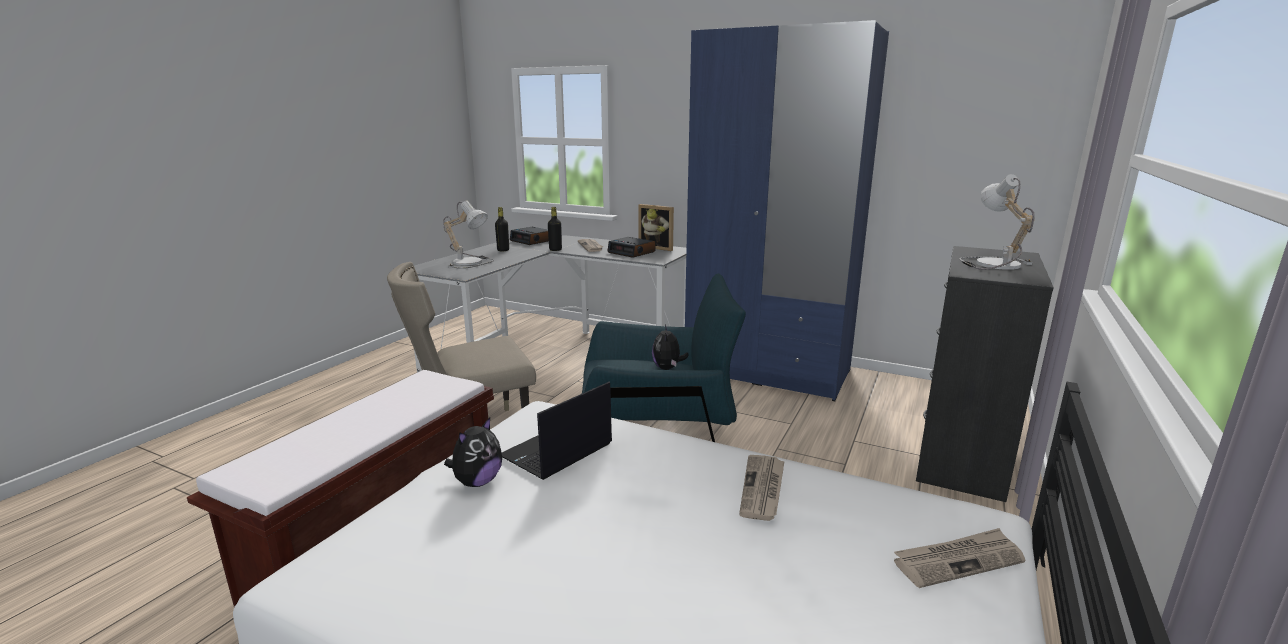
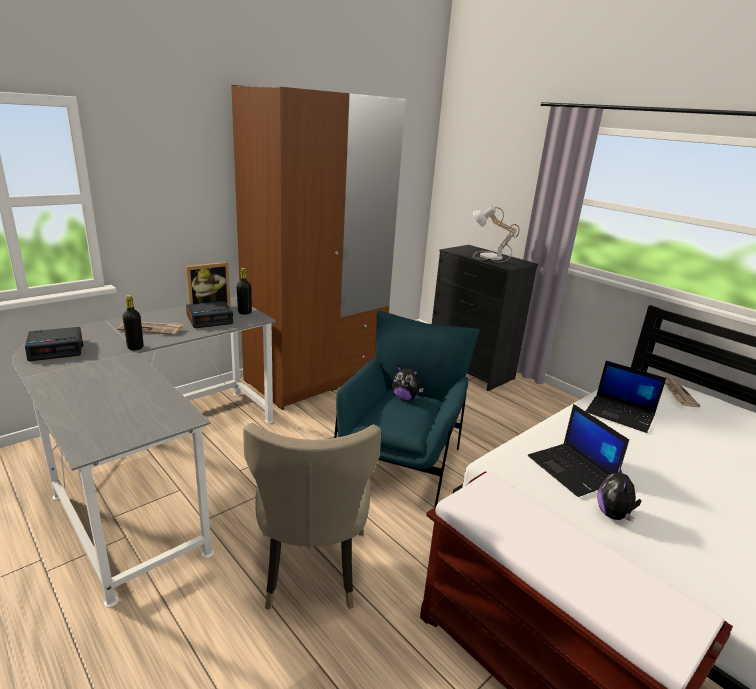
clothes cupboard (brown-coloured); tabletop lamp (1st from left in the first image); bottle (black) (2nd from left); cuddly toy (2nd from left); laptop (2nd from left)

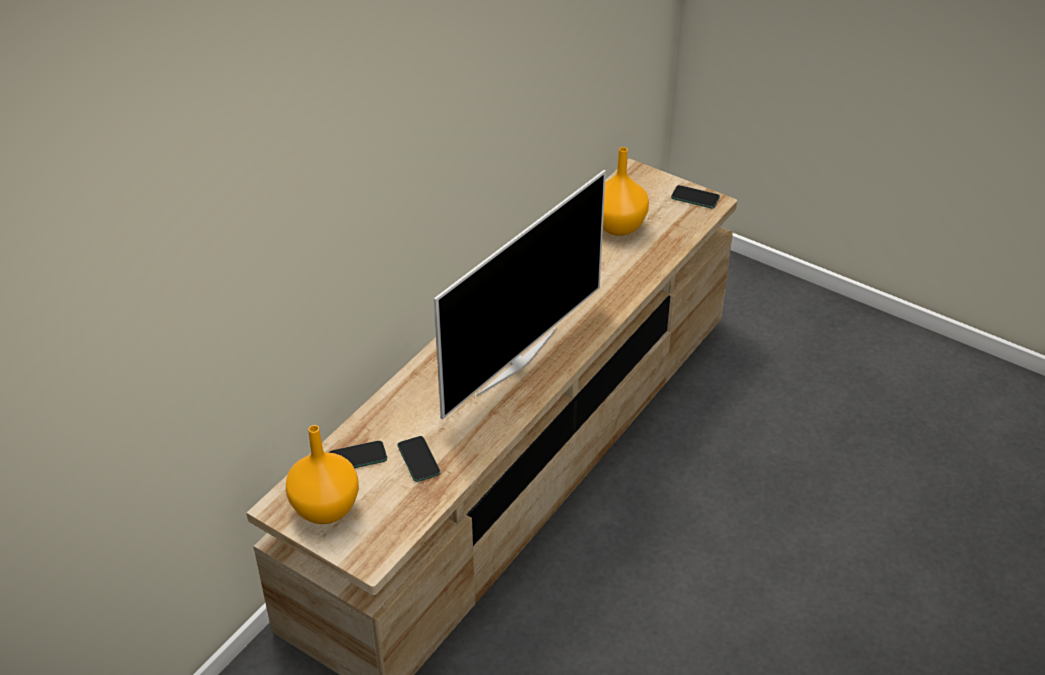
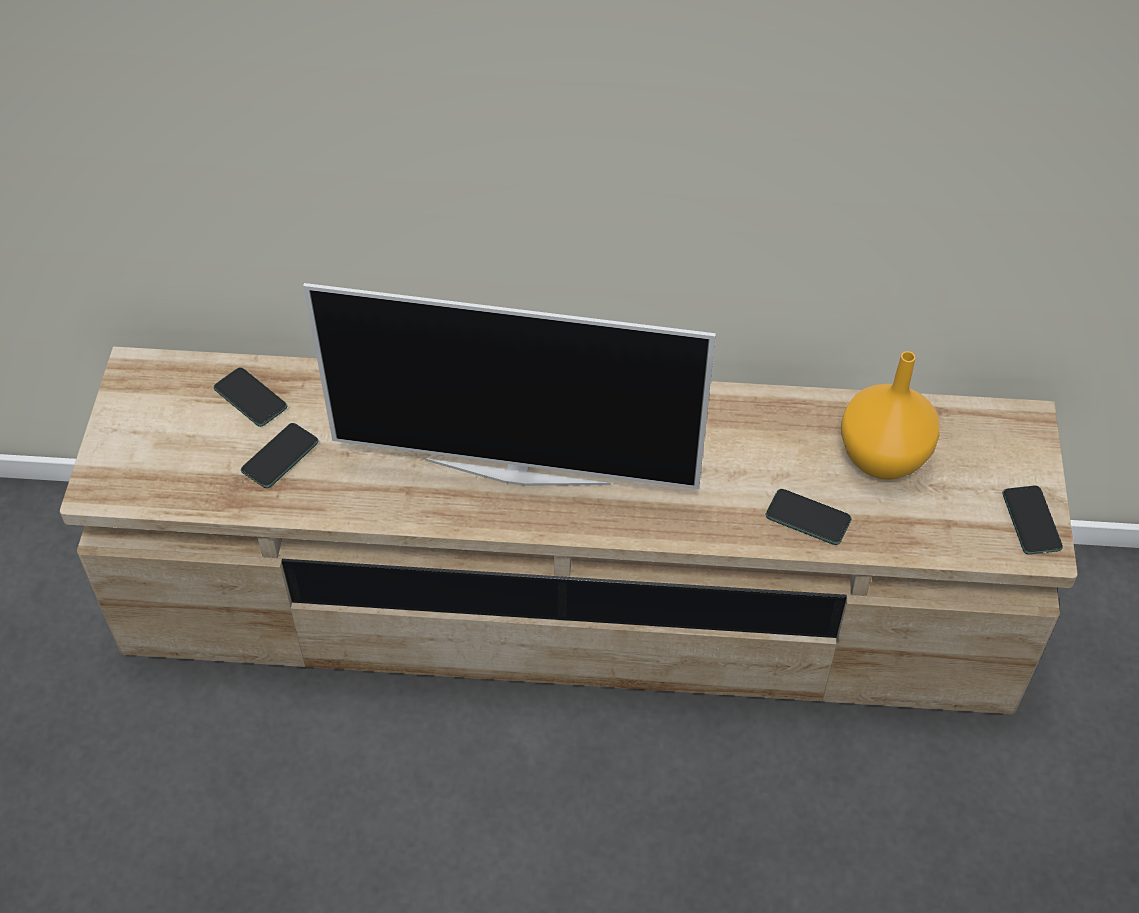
decorative vase (orangey) (1st from left in the first image); phone (3rd from left)

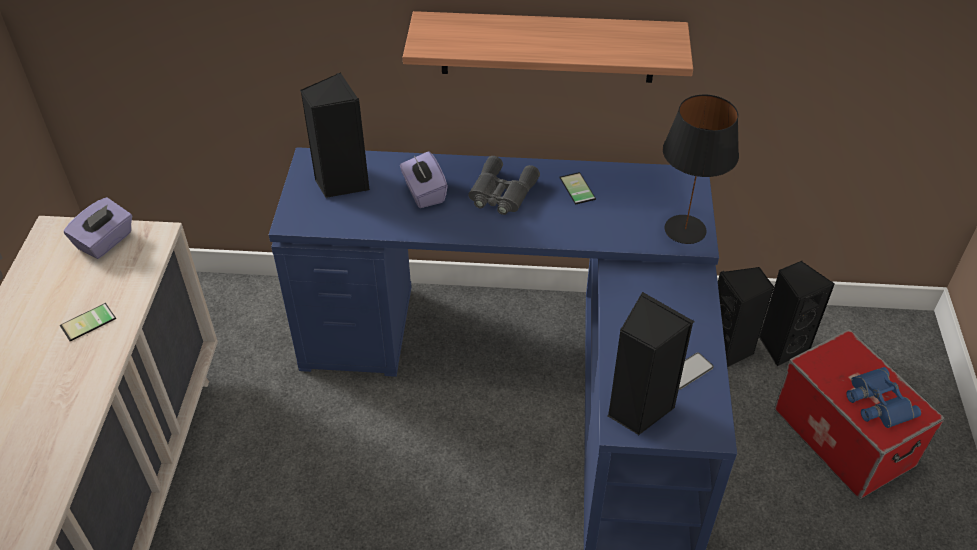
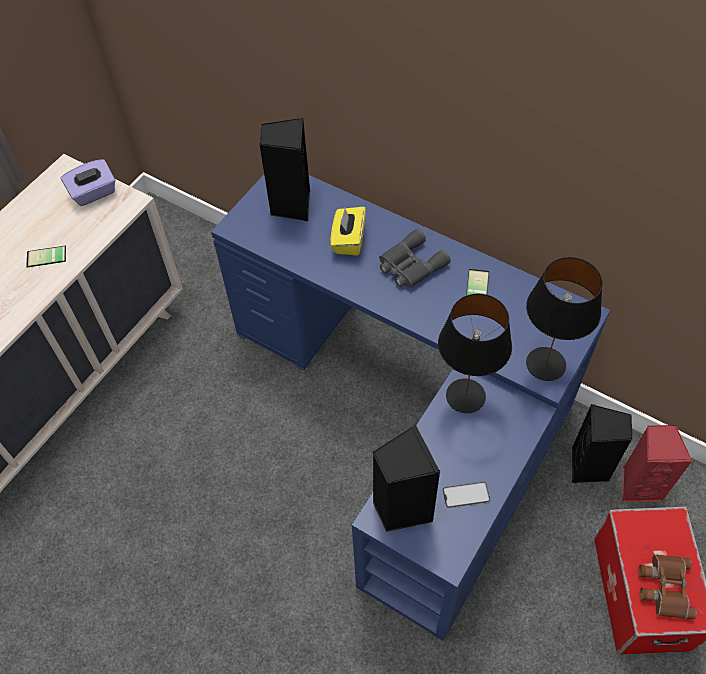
shelf; box of tissues (yellow-coloured); audio speaker (reddish); binoculars (brown-coloured); tabletop lamp (black) (1st from left)

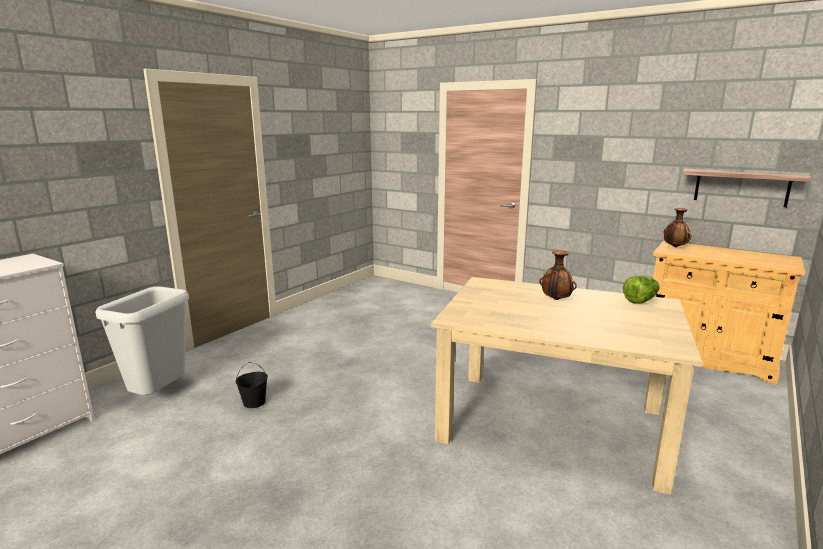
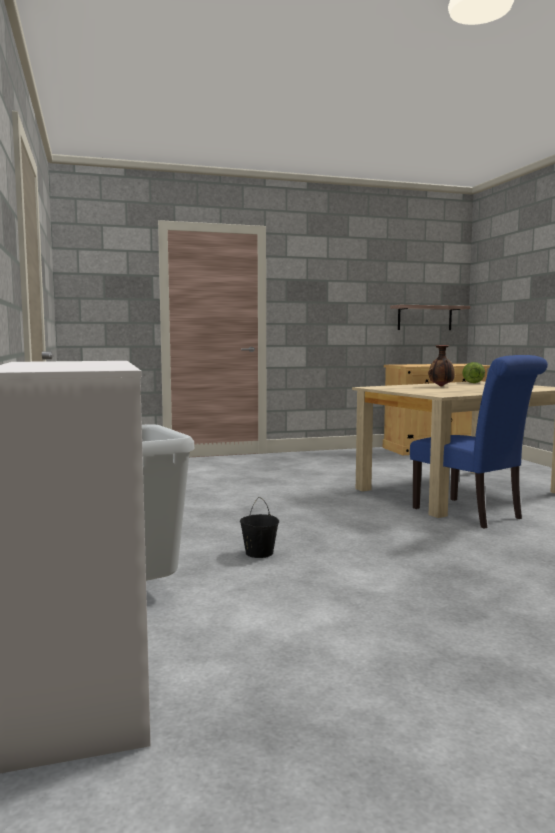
decorative vase (2nd from left in the first image); plain chair (bluish)

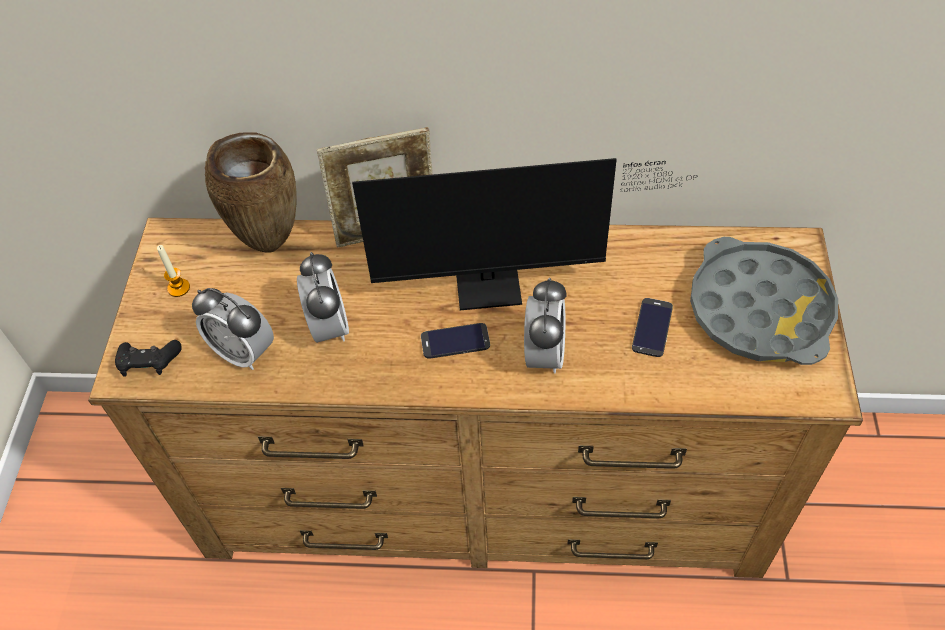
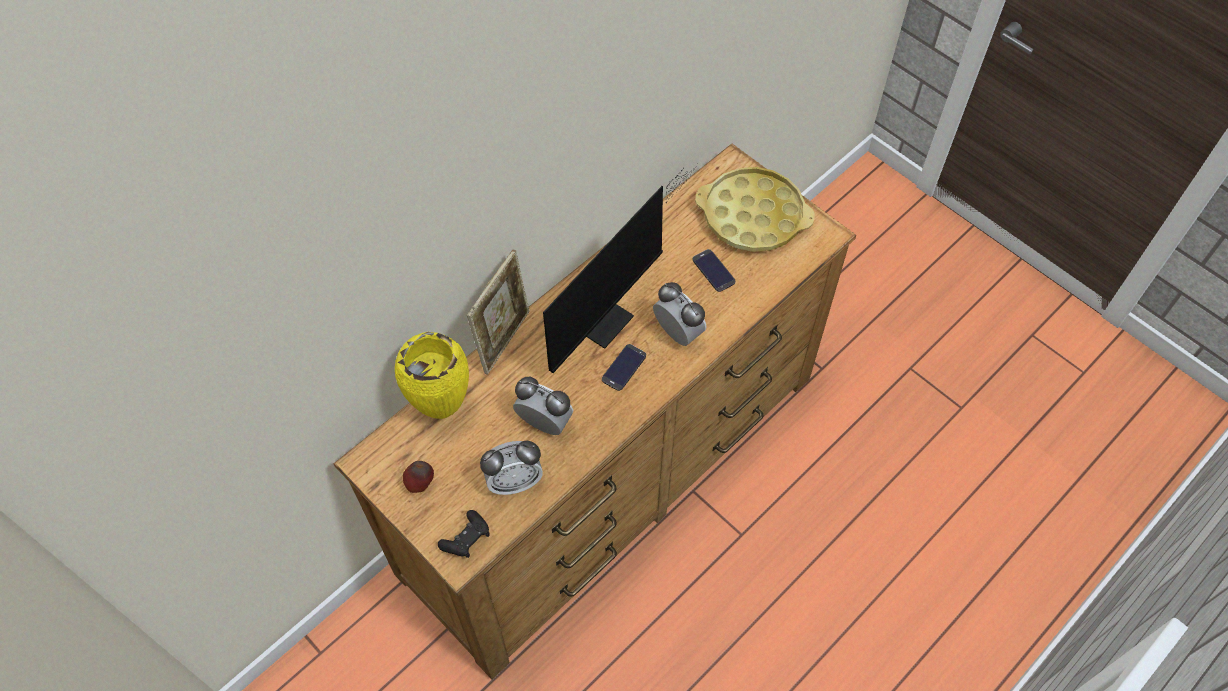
decorative vase (yellow-coloured); serving tray (yellow-coloured); apple

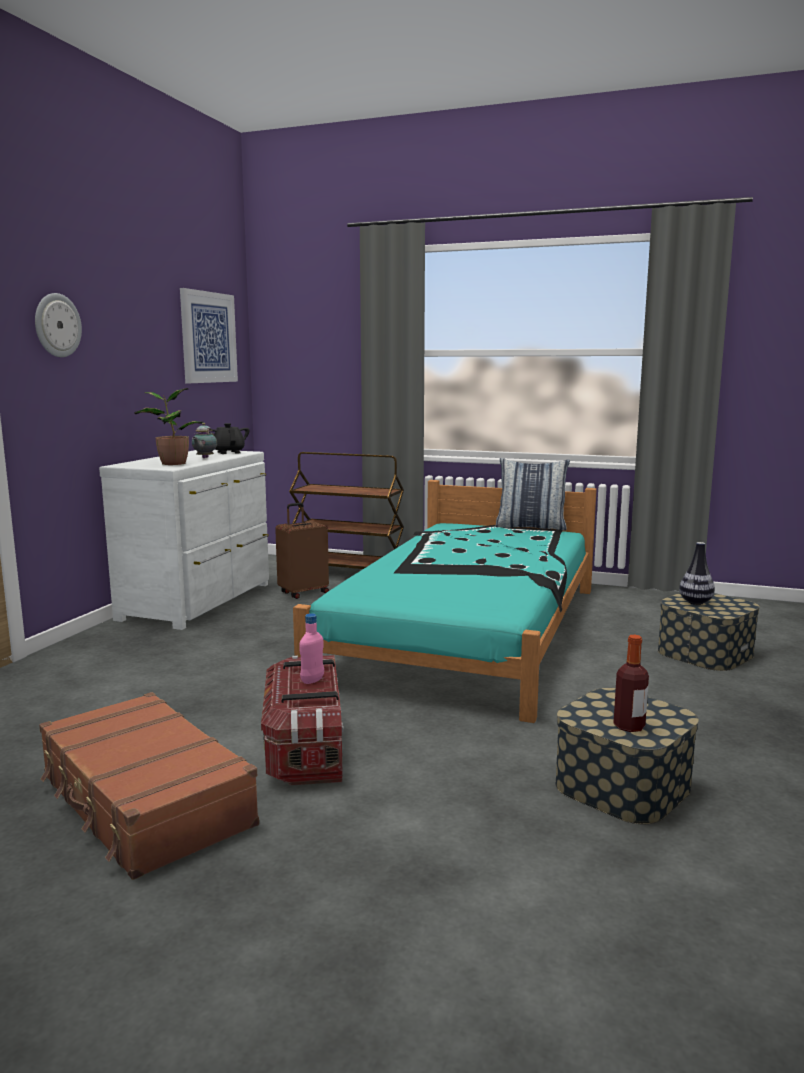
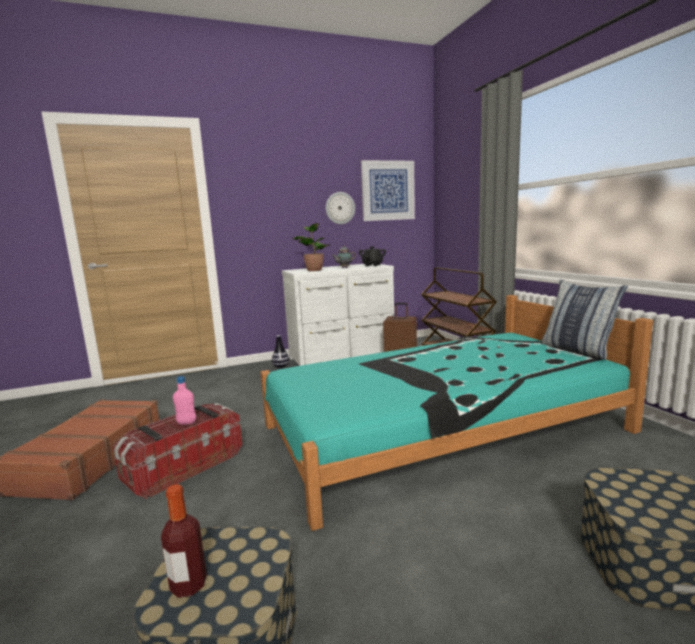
hanging clock; decorative vase

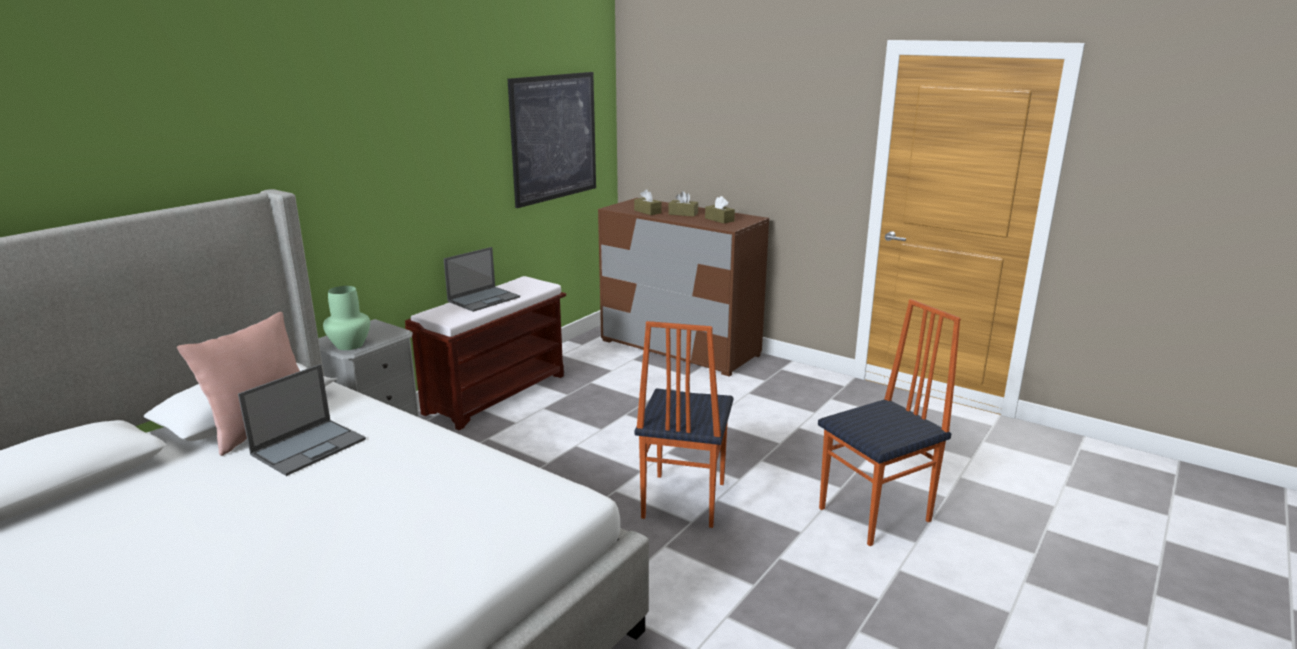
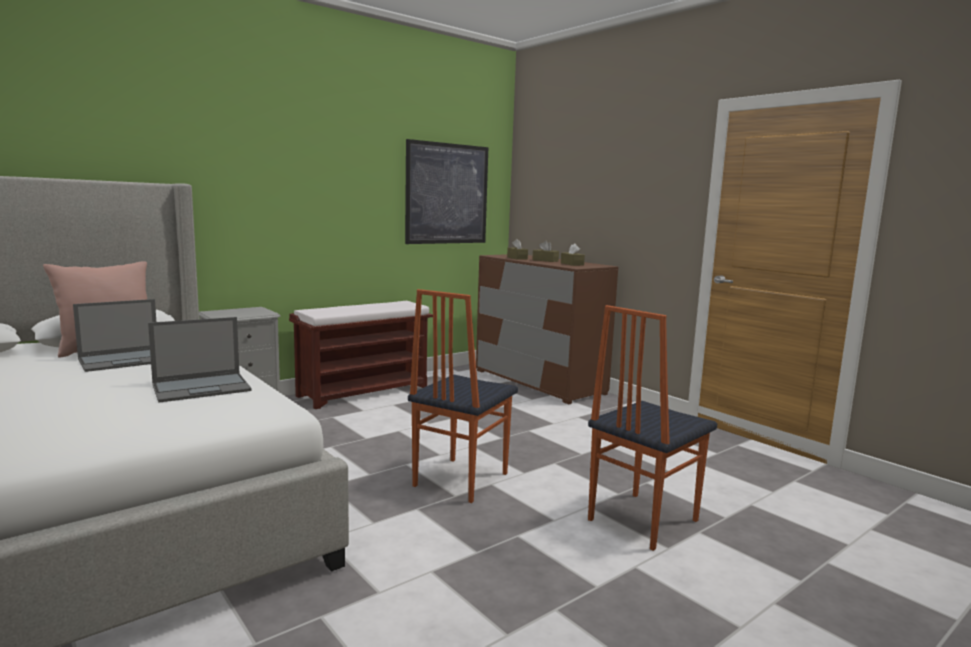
laptop (2nd from left); decorative vase (greenish); plain chair (2nd from left)

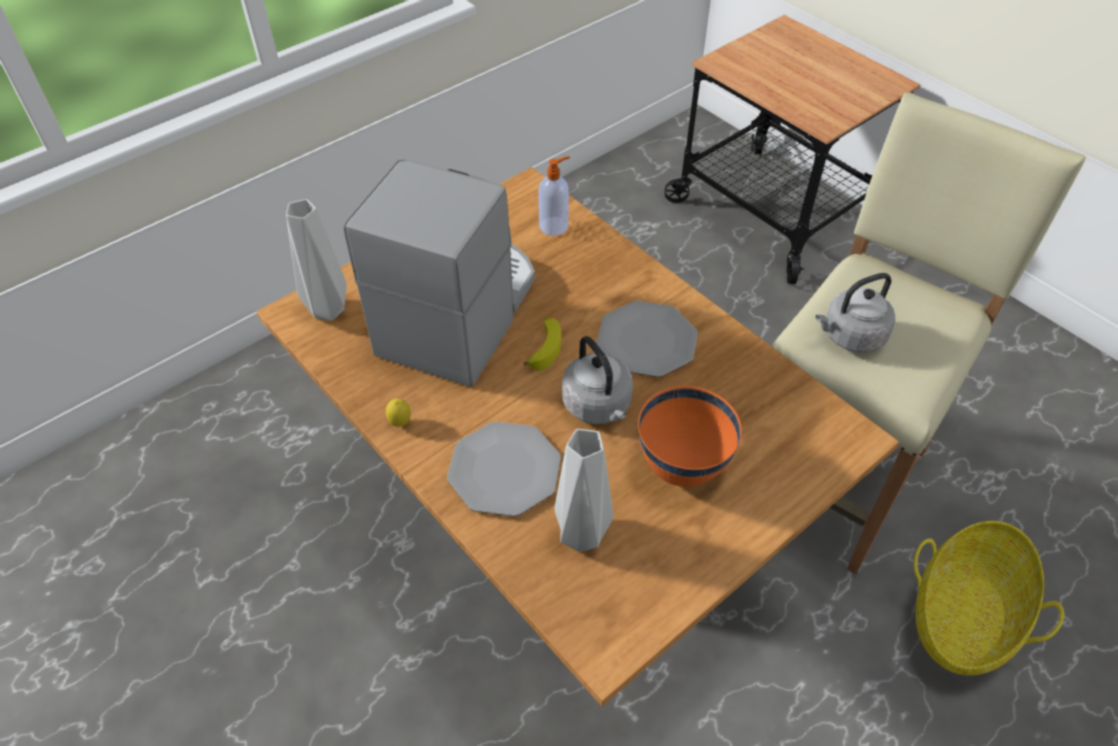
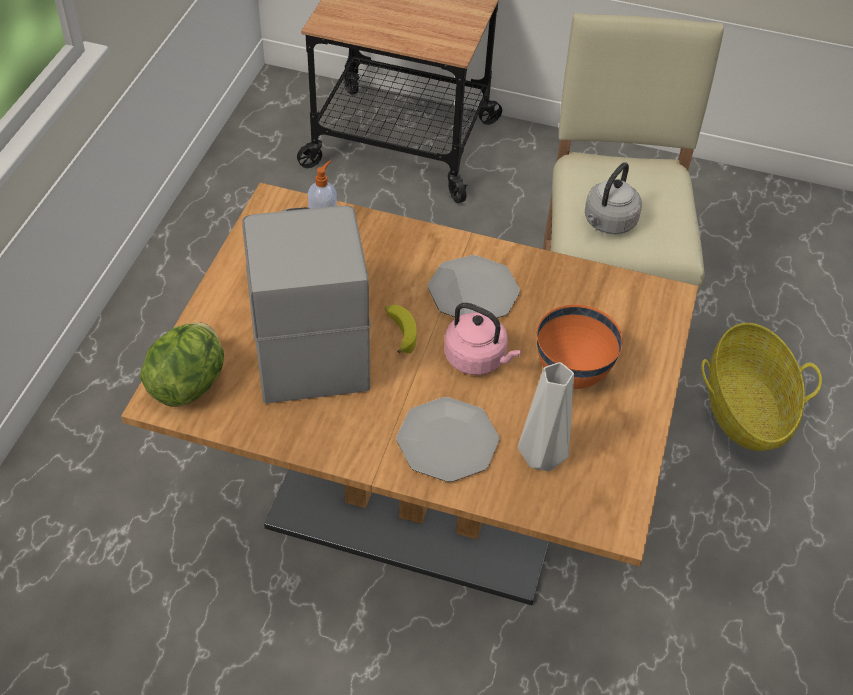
lettuce head; kettle (pinkish); lemon

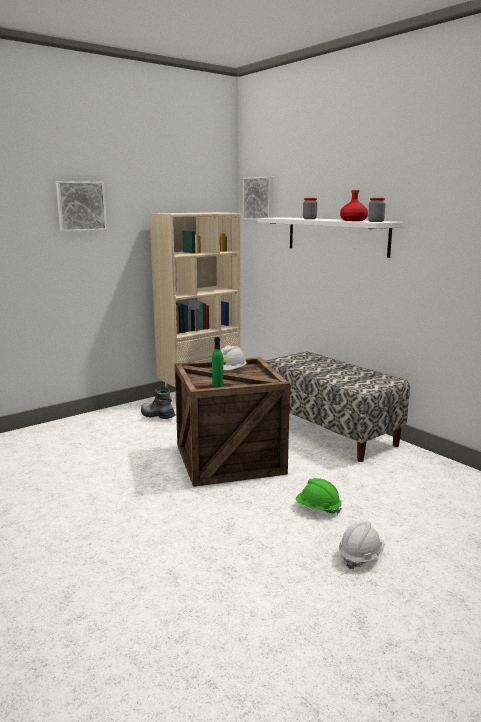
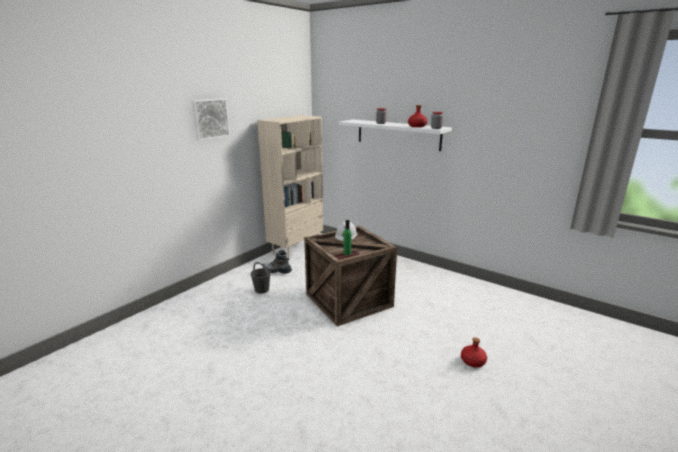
picture (2nd from left in the first image); long seat; safety helmet (greenish); bottle (reddish) (2nd from left); water bucket (greyish)

